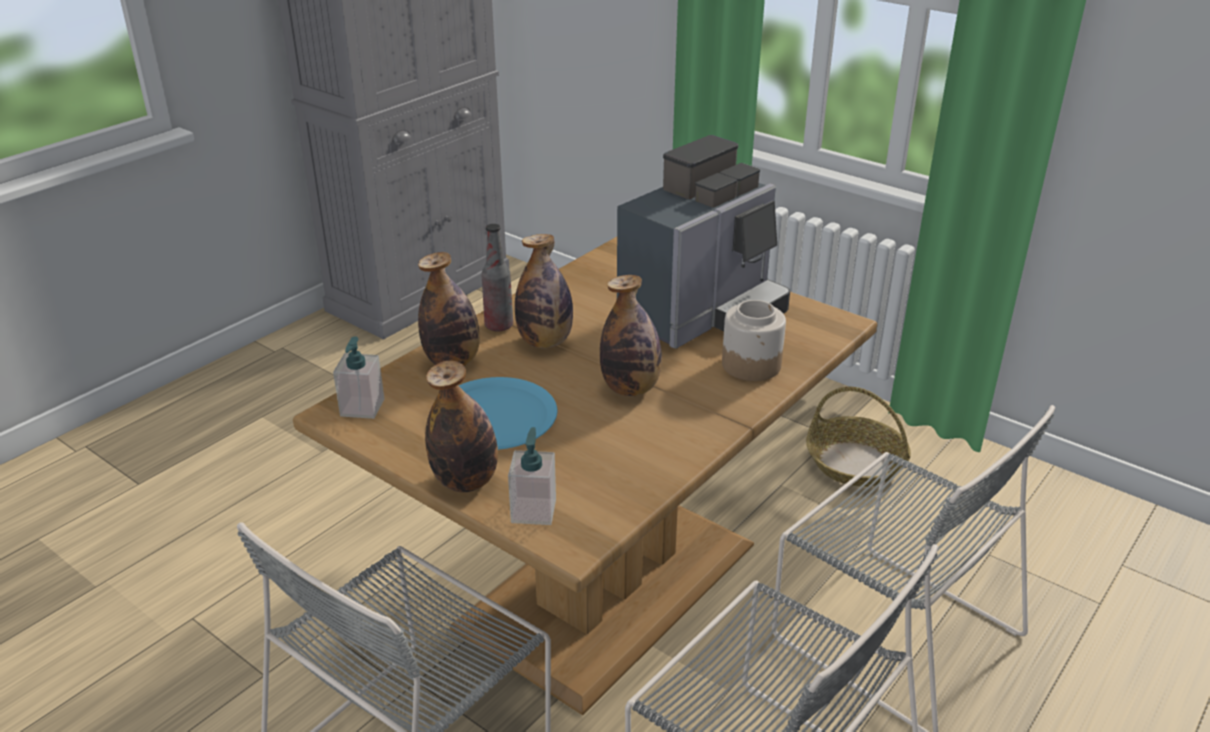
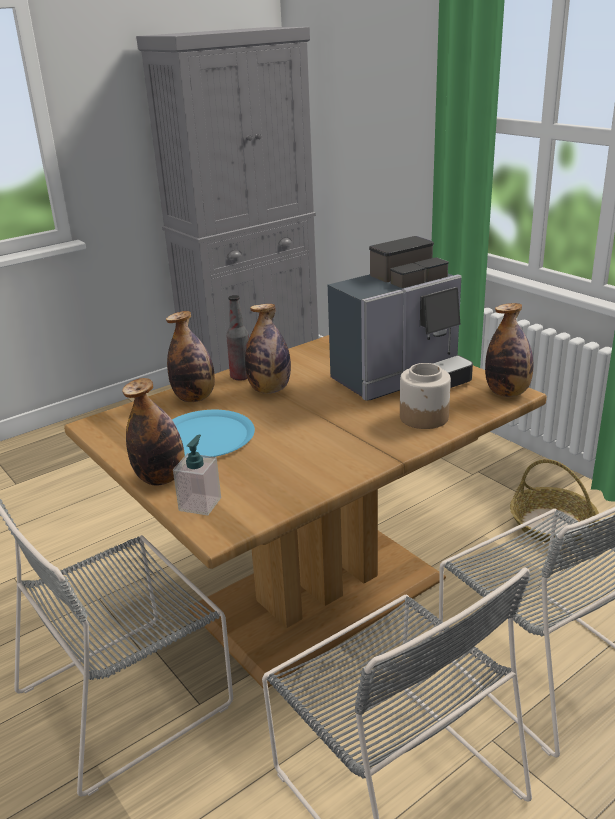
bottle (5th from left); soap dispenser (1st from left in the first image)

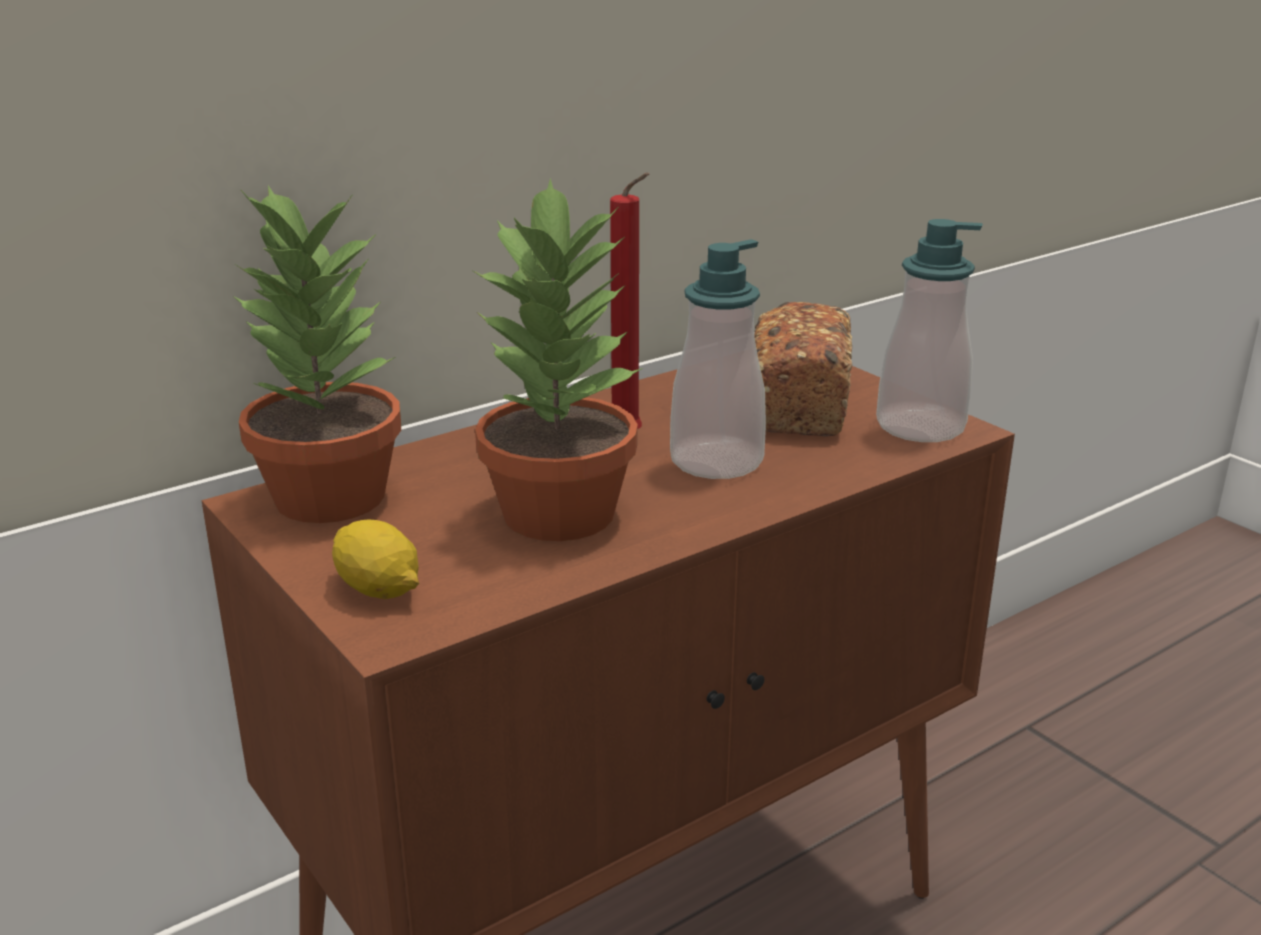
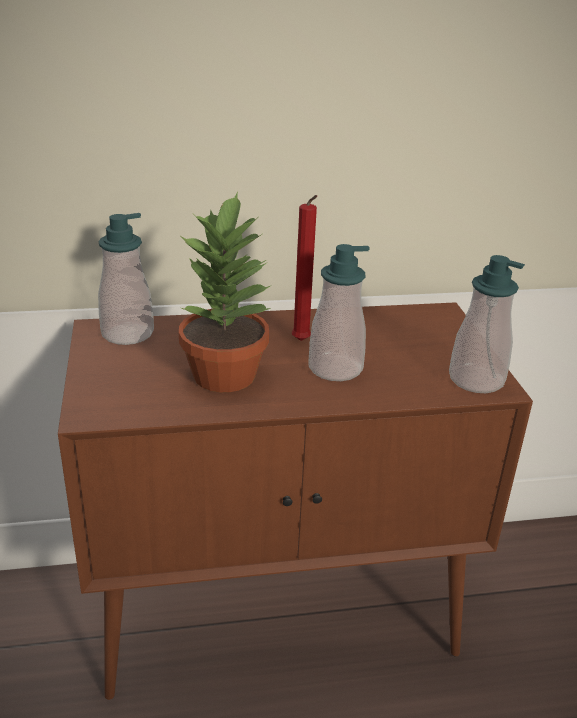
soap dispenser (1st from left); baked bread; lemon

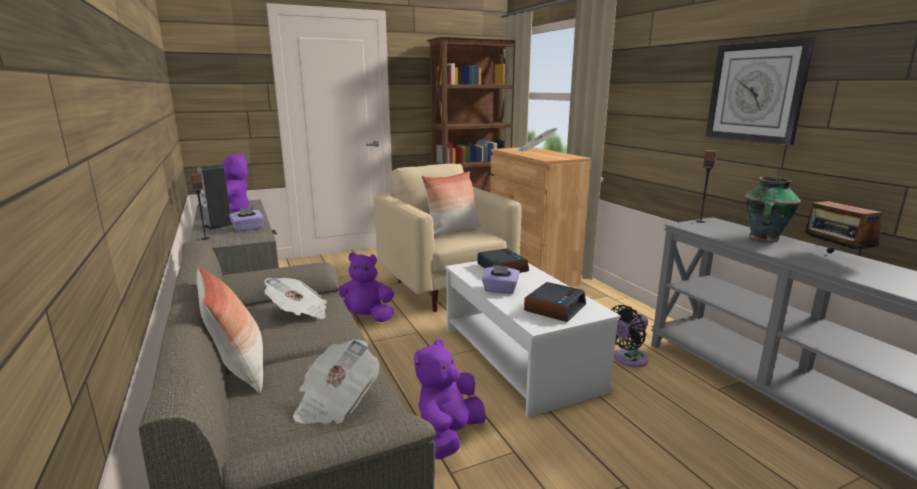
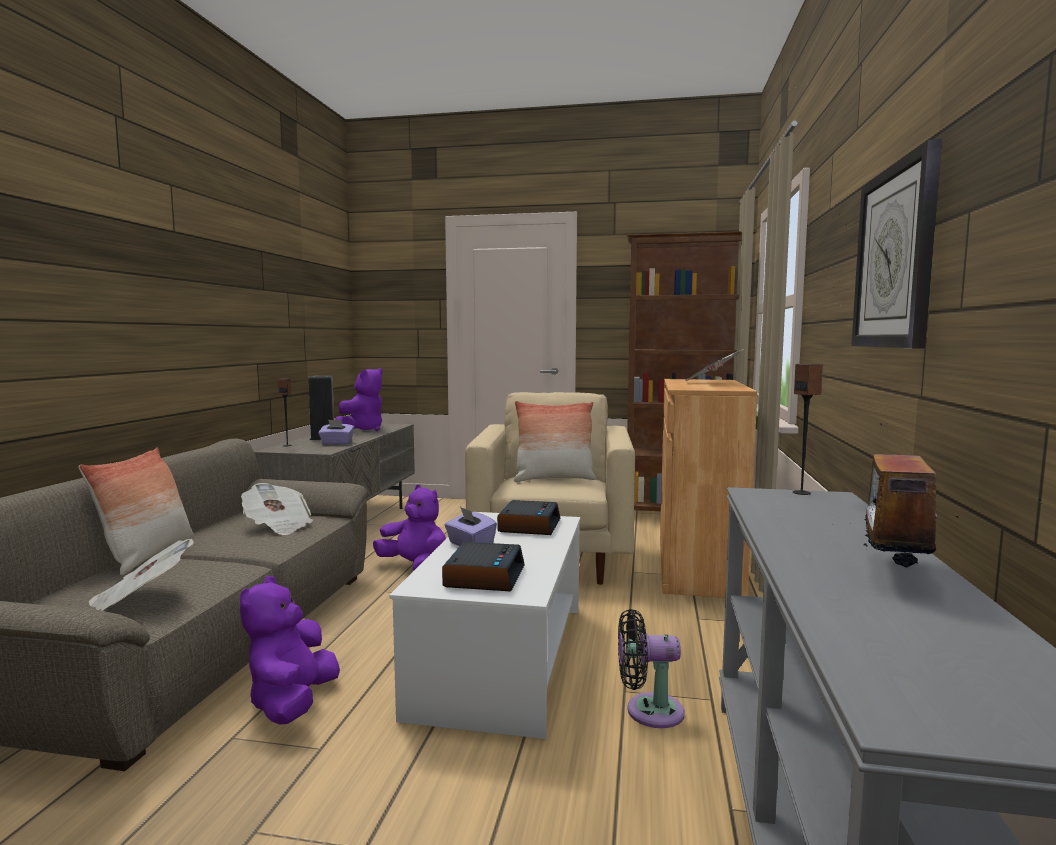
decorative vase; table clock (1st from left); cuddly toy (purple-coloured) (1st from left)

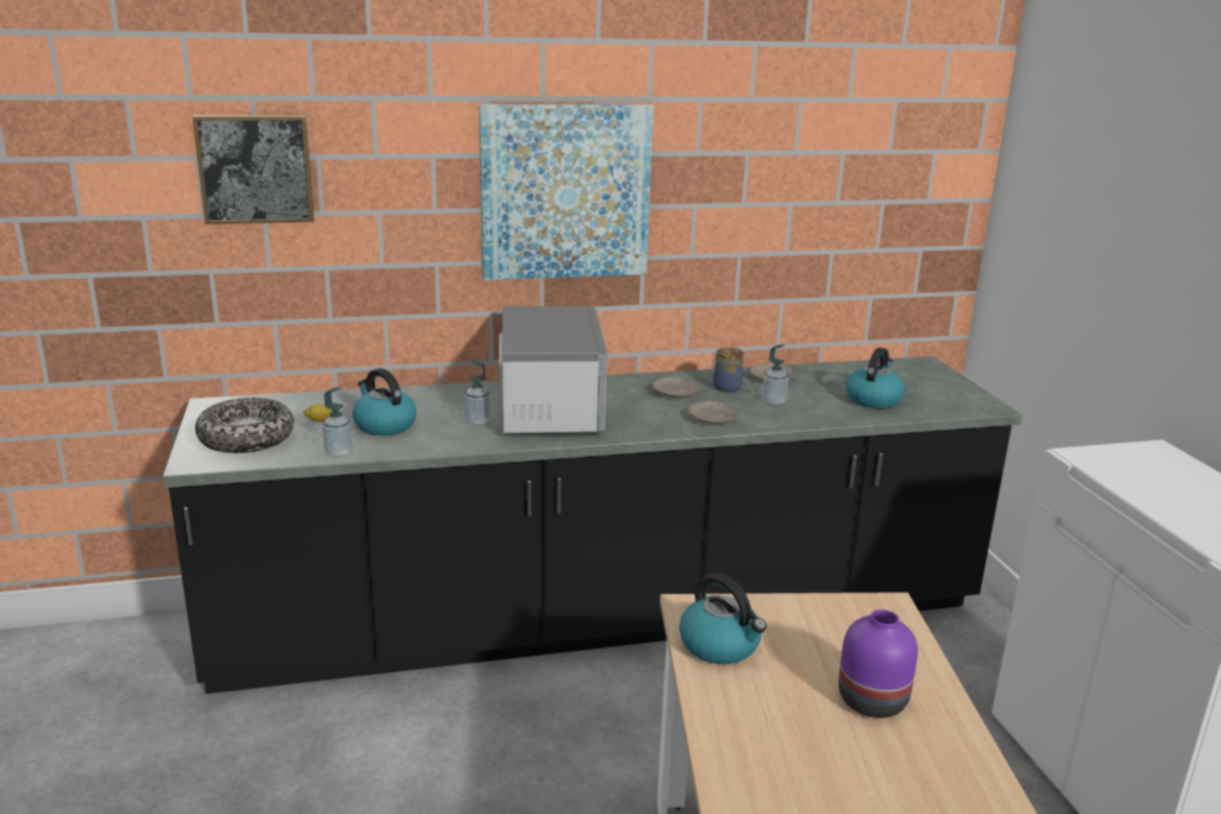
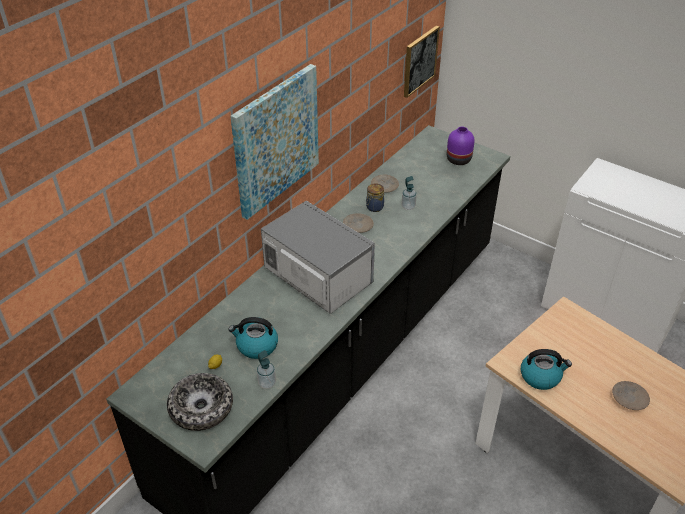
picture (2nd from left); kettle (3rd from left in the first image); soap dispenser (2nd from left in the first image); dinner plate (sand-coloured) (3rd from left); decorative vase (purple-coloured)

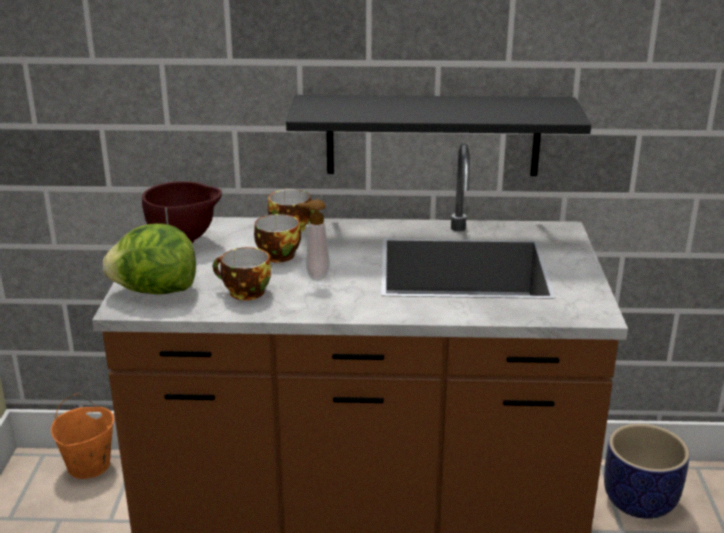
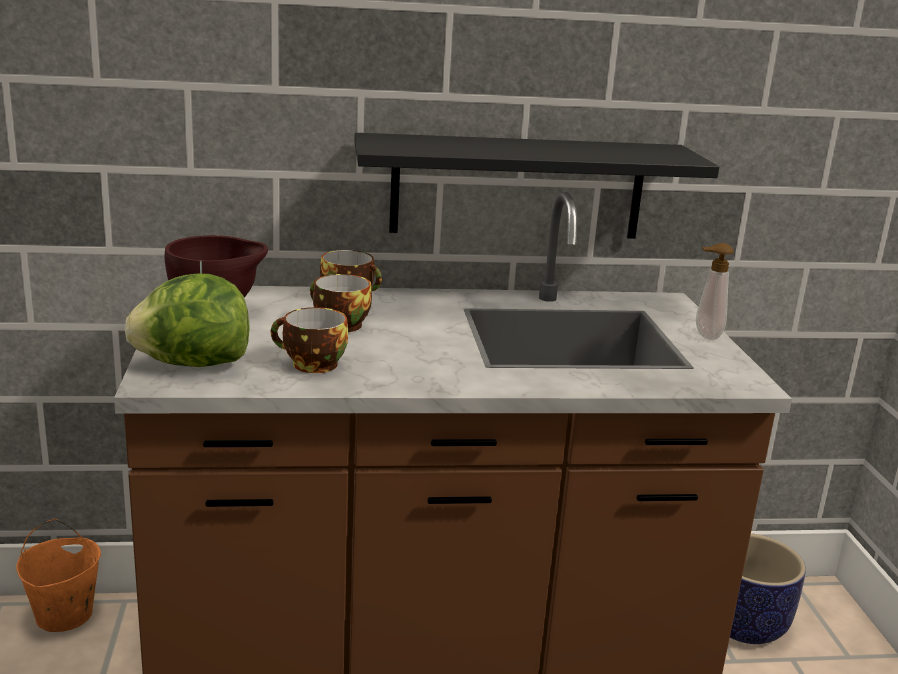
soap dispenser

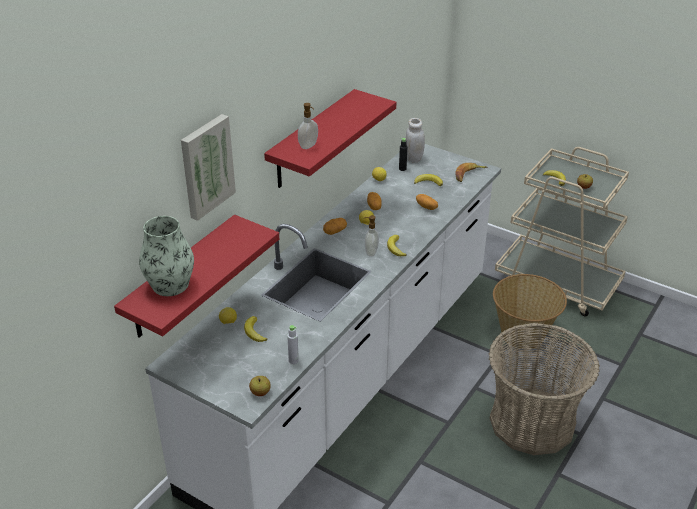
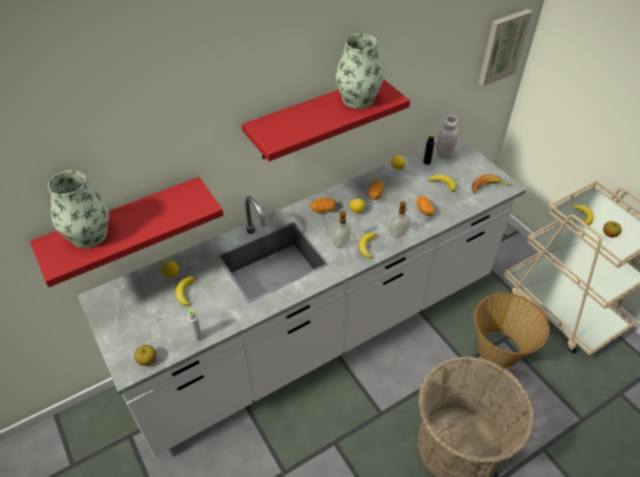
soap dispenser (2nd from left); picture; decorative vase (2nd from left)

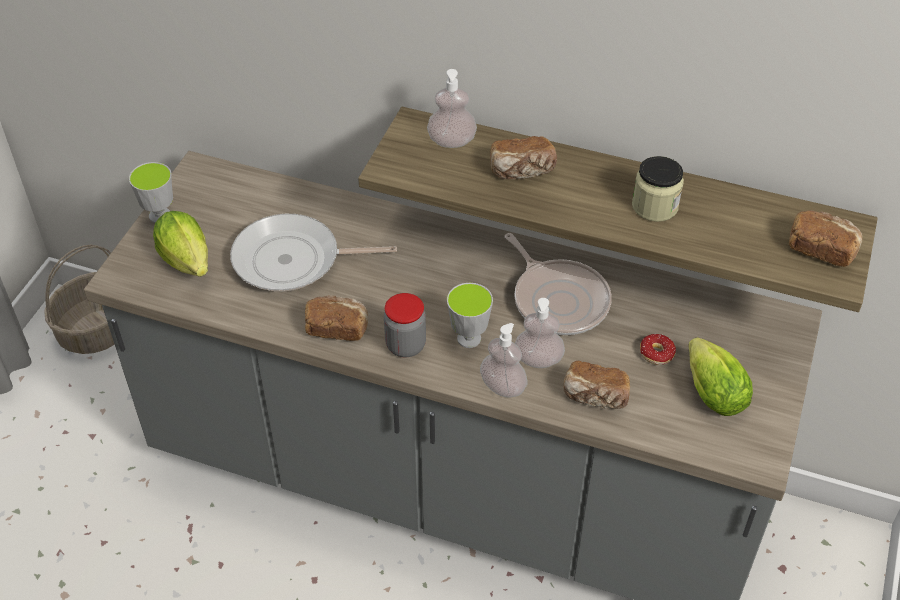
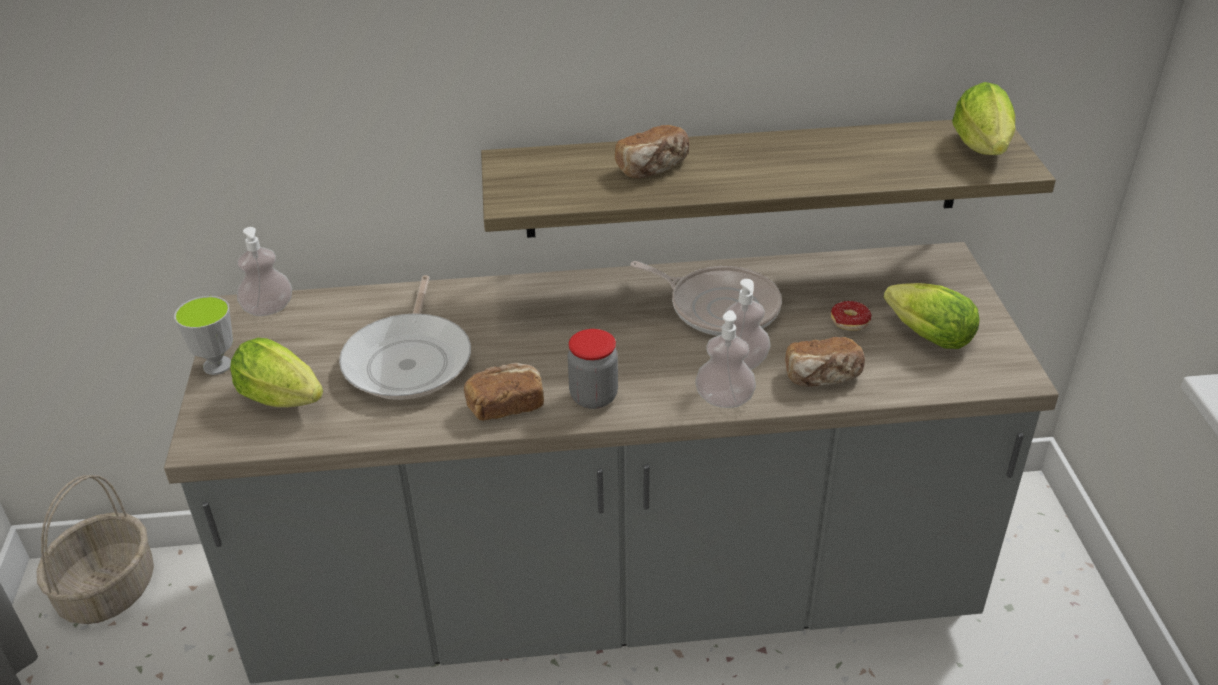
soap dispenser (1st from left); jar (2nd from left in the first image); lettuce head (3rd from left); pan (1st from left); small cup (2nd from left in the first image)

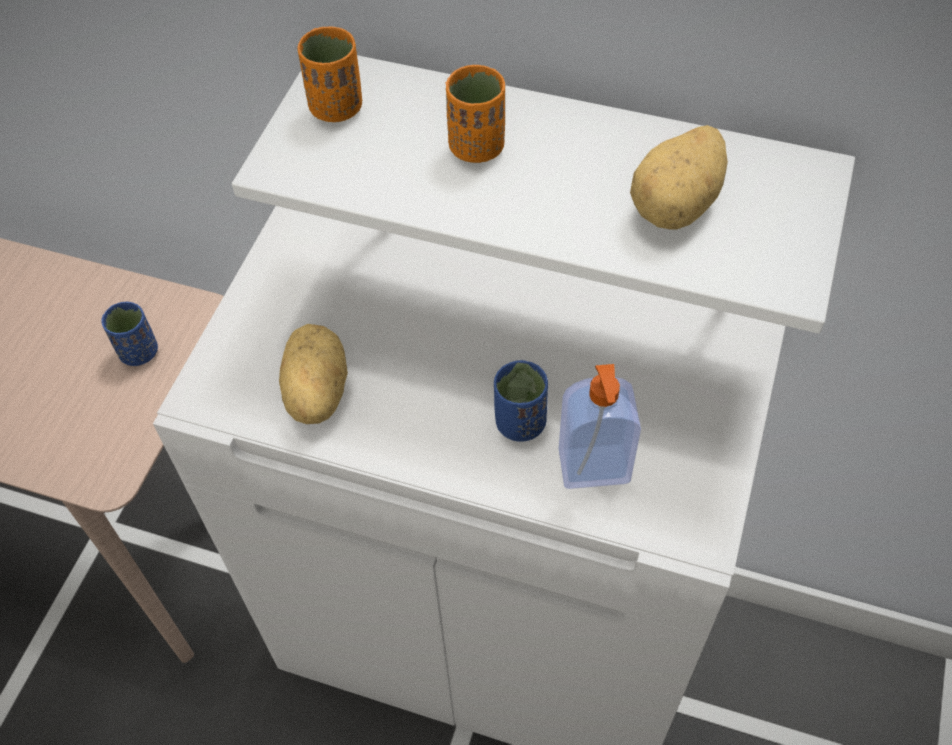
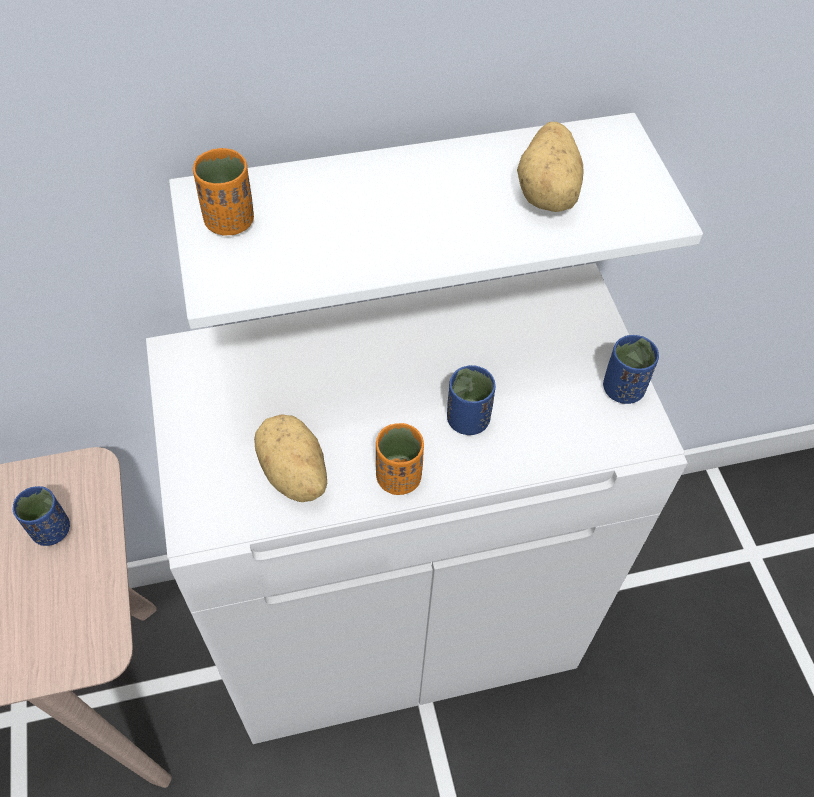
small cup (orangey) (2nd from left); soap dispenser; small cup (bluish) (3rd from left)

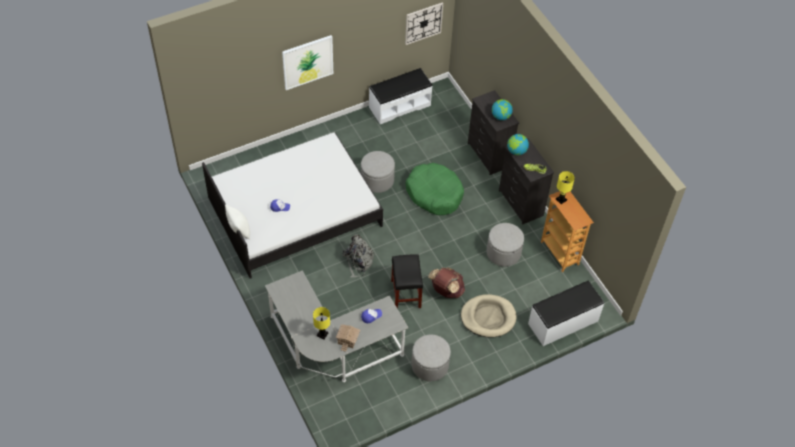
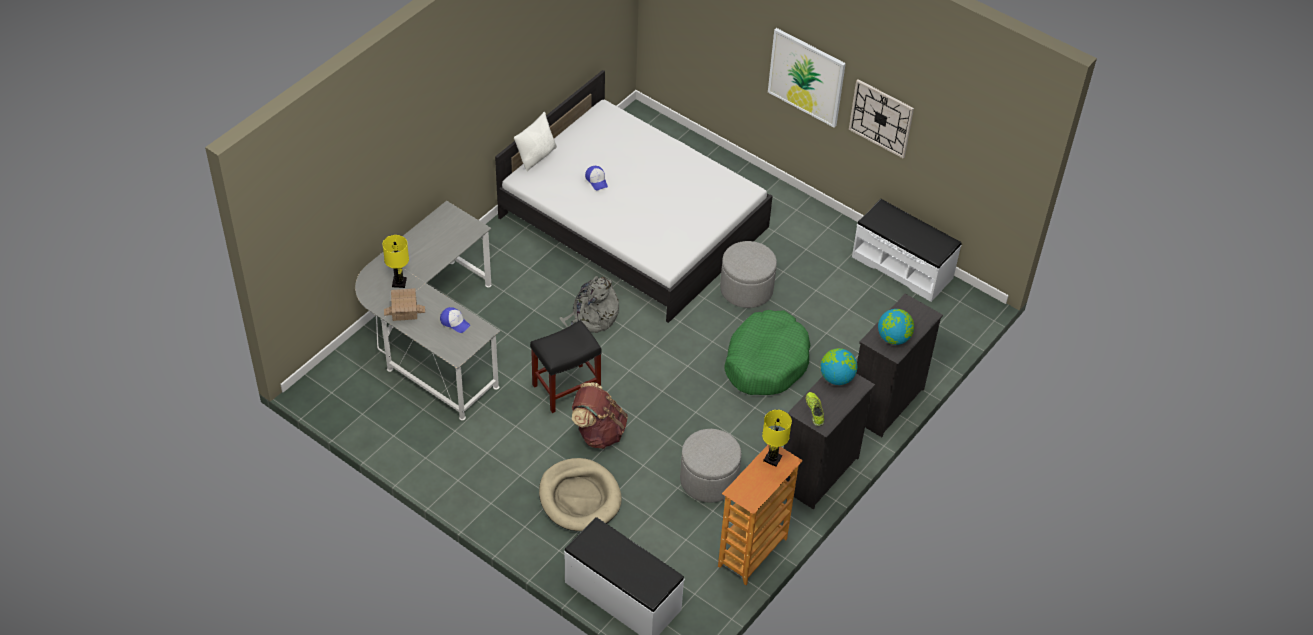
hanging clock; pouffe (greyish) (2nd from left in the first image)

